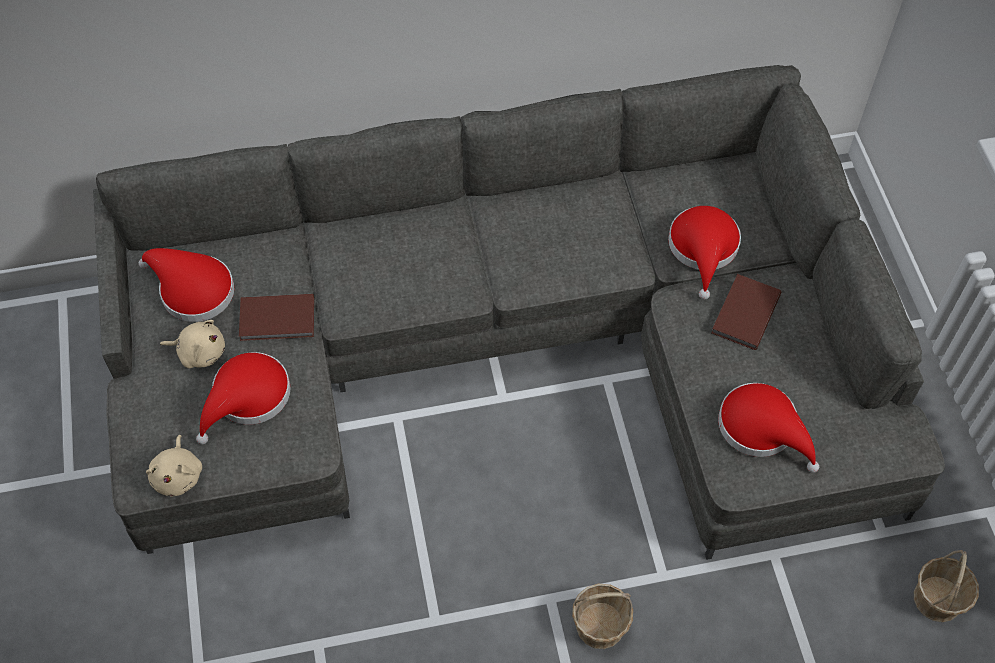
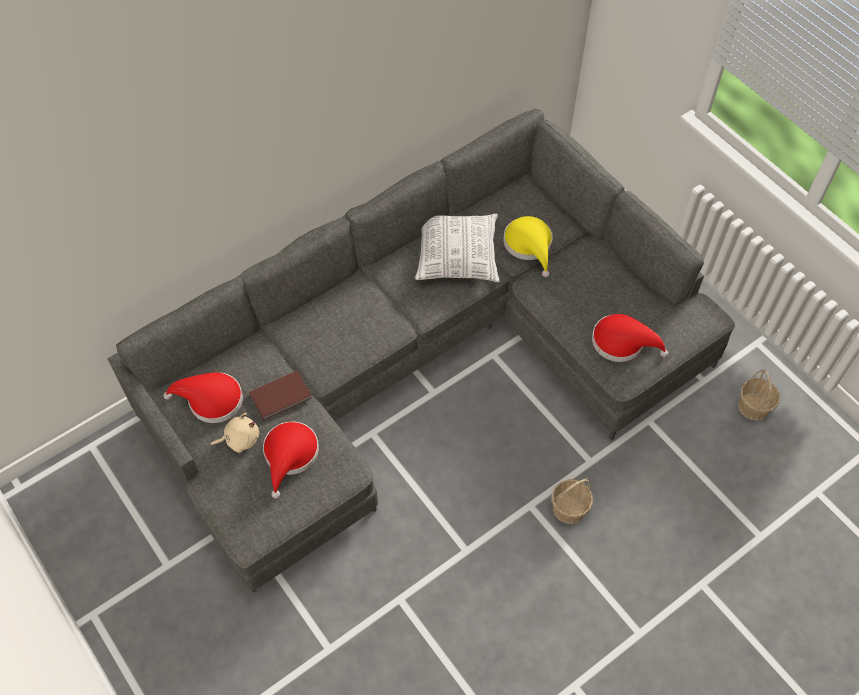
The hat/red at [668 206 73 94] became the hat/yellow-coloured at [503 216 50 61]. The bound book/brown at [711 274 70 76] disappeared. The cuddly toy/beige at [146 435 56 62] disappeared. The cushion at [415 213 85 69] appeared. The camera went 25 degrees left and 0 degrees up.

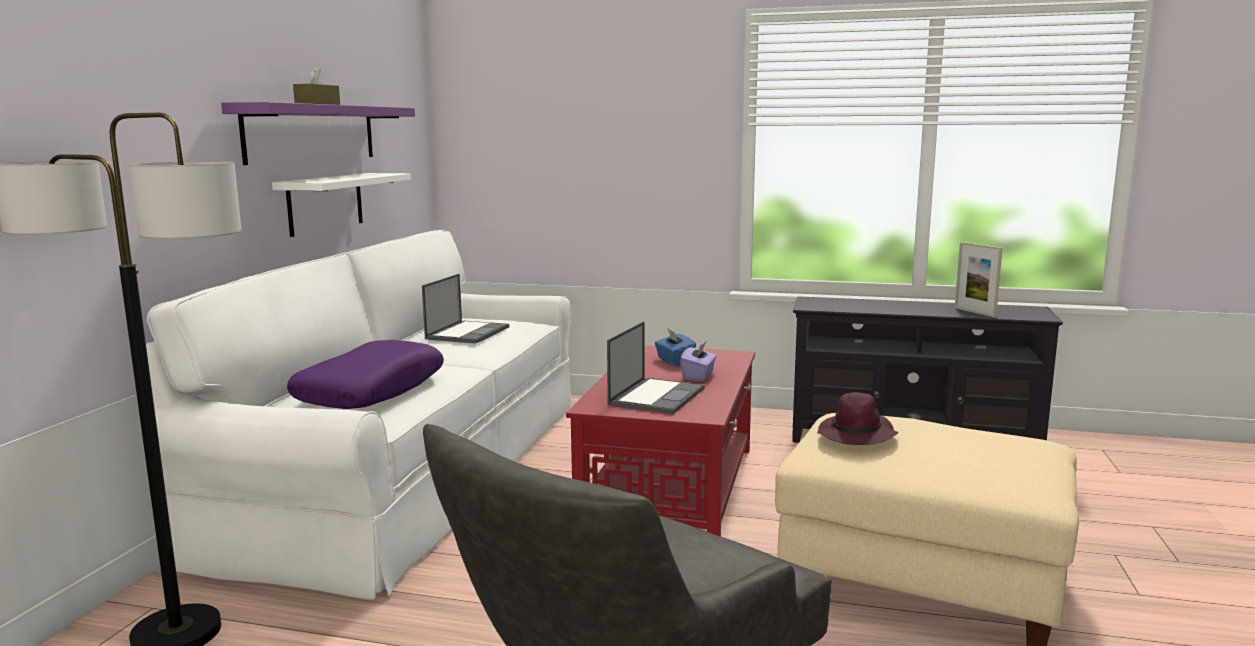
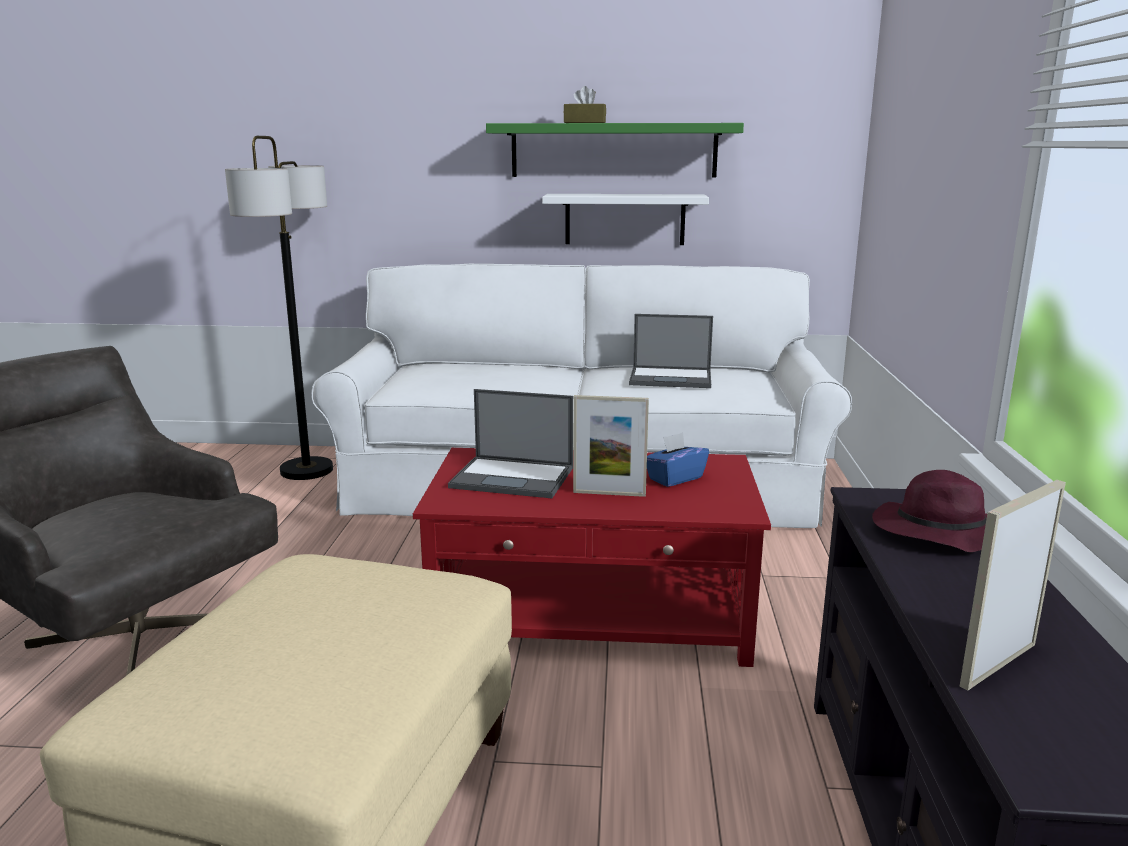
The bracket shelf/purplish at [221 102 194 63] became the bracket shelf/green-coloured at [486 123 258 54]. The cushion/purplish at [287 340 157 69] disappeared. The tissue holder/purplish at [680 342 37 39] was replaced by the photo frame at [573 395 76 102]. The hat/purplish moved from [817 392 81 53] to [872 470 115 82]. The camera went 80 degrees right and 5 degrees up.

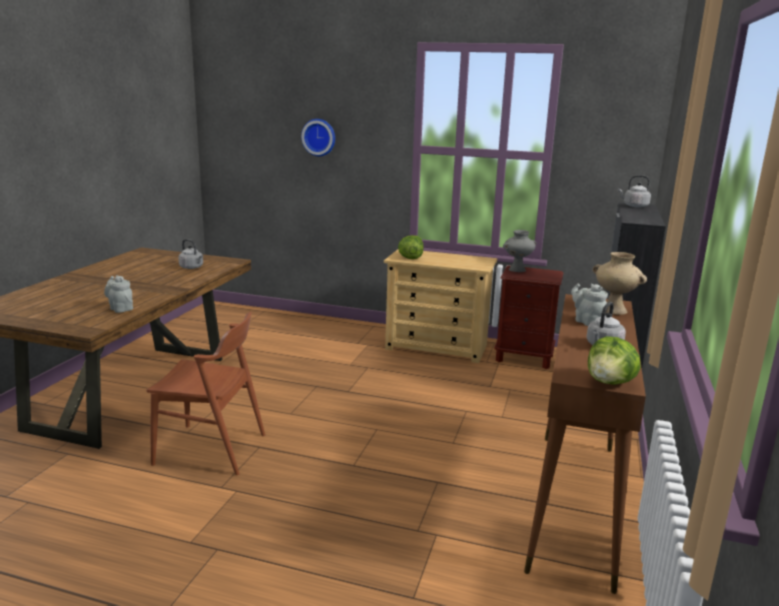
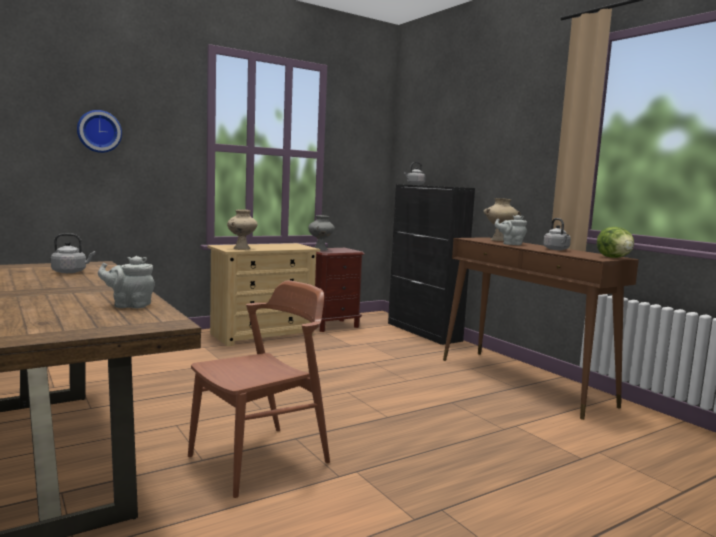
The lettuce at [398 235 26 24] was replaced by the decorative vase/beige at [227 209 31 41]. The camera went 50 degrees left and 10 degrees down.

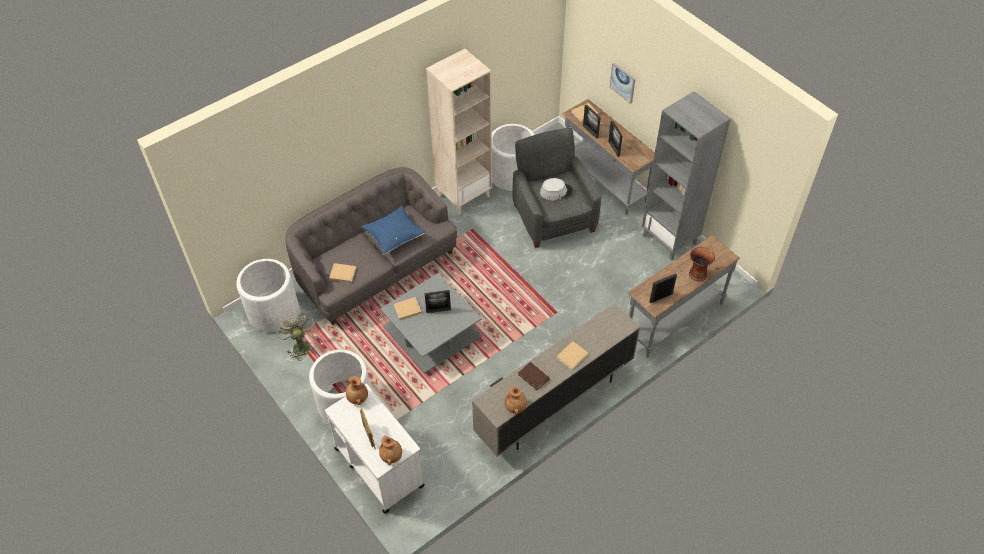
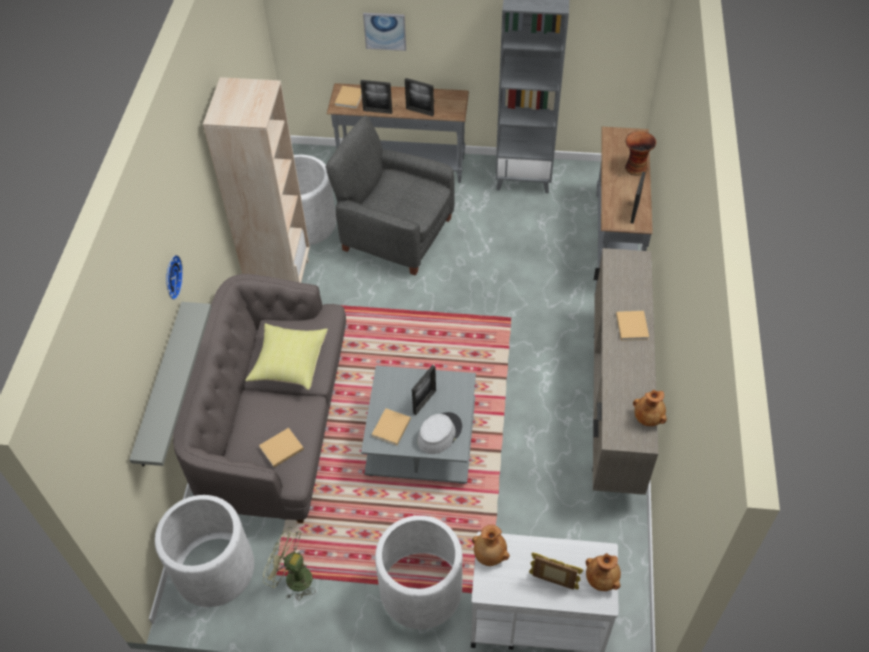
The hat/grey moved from [540 178 34 22] to [418 412 44 42]. The cushion/blue at [360 206 67 49] became the cushion/yellow-coloured at [245 323 83 67]. The bound book/brown at [518 362 32 28] disappeared. The hanging clock at [166 255 17 45] appeared. The bracket shelf/grey at [129 302 83 165] appeared. The camera went 45 degrees left and 0 degrees up.

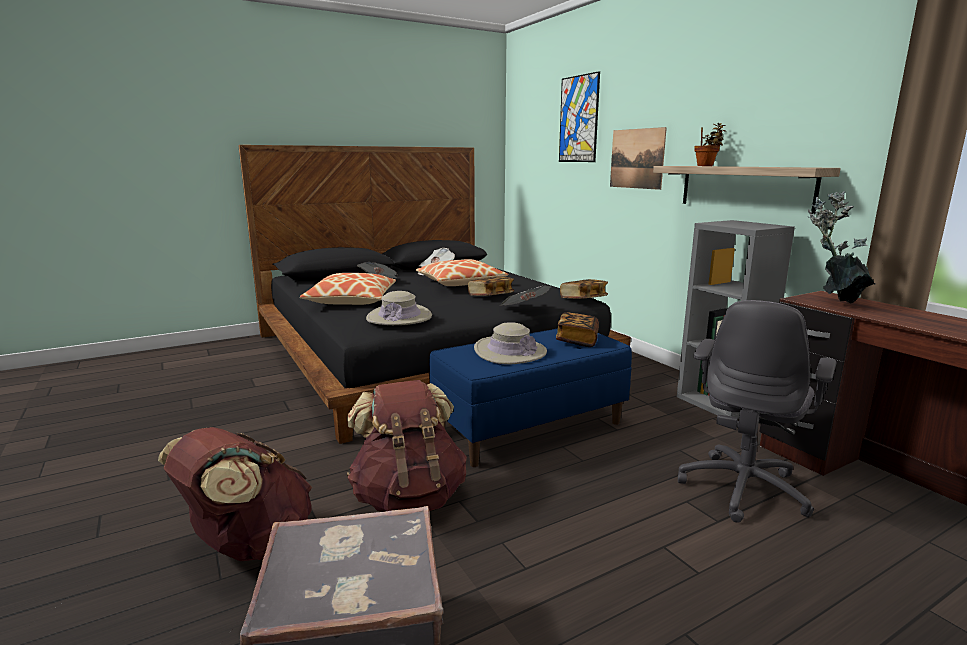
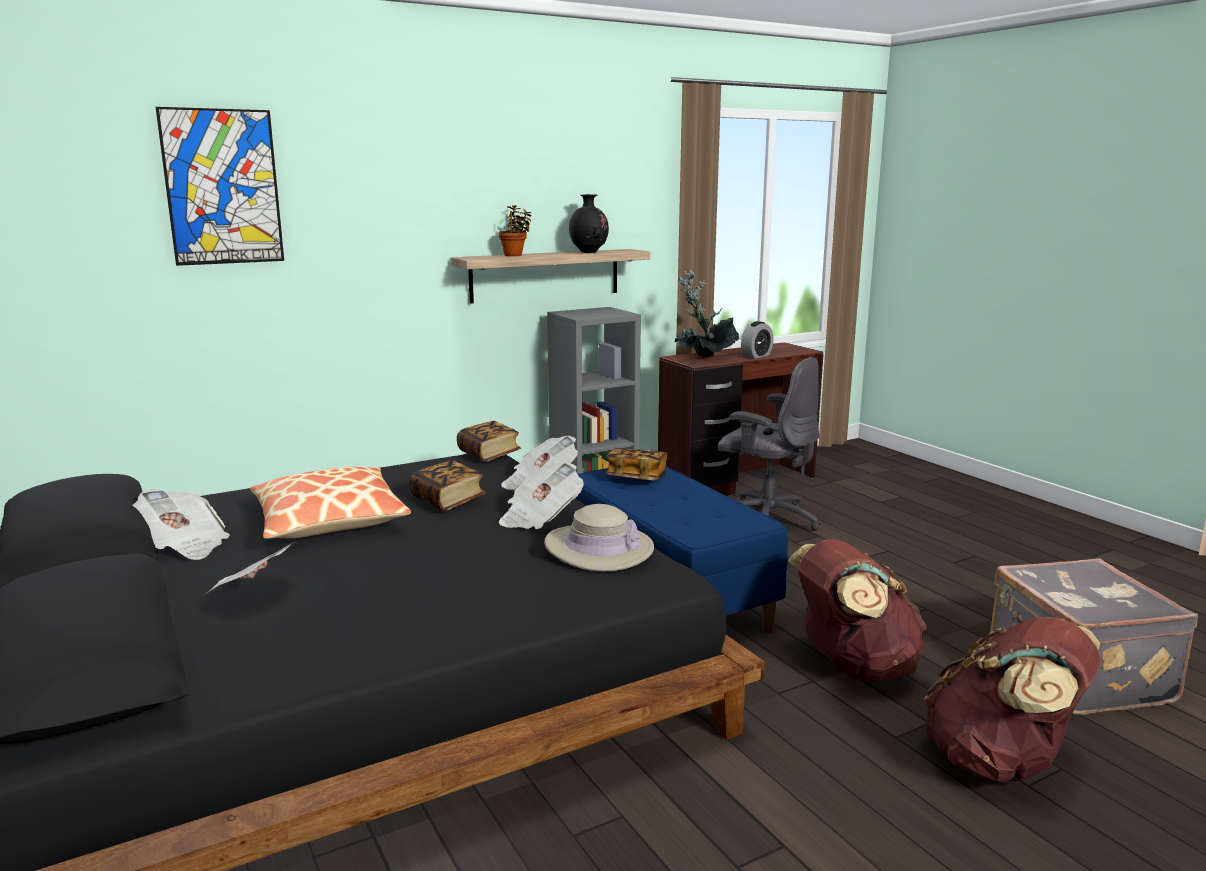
The picture at [610 127 57 63] disappeared. The cushion at [300 273 96 32] disappeared. The hat/beige at [474 322 73 42] disappeared. The decorative vase/blackish at [569 194 40 59] appeared. The table clock at [741 321 33 37] appeared. The newspaper at [499 463 85 66] appeared. The camera went 90 degrees left and 0 degrees up.

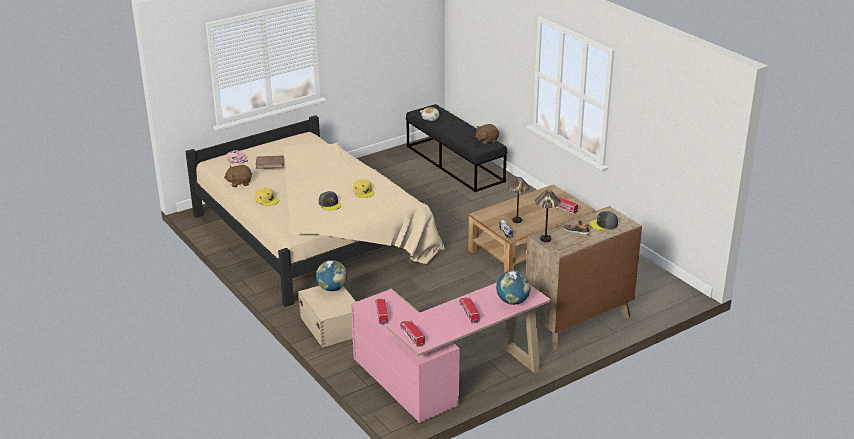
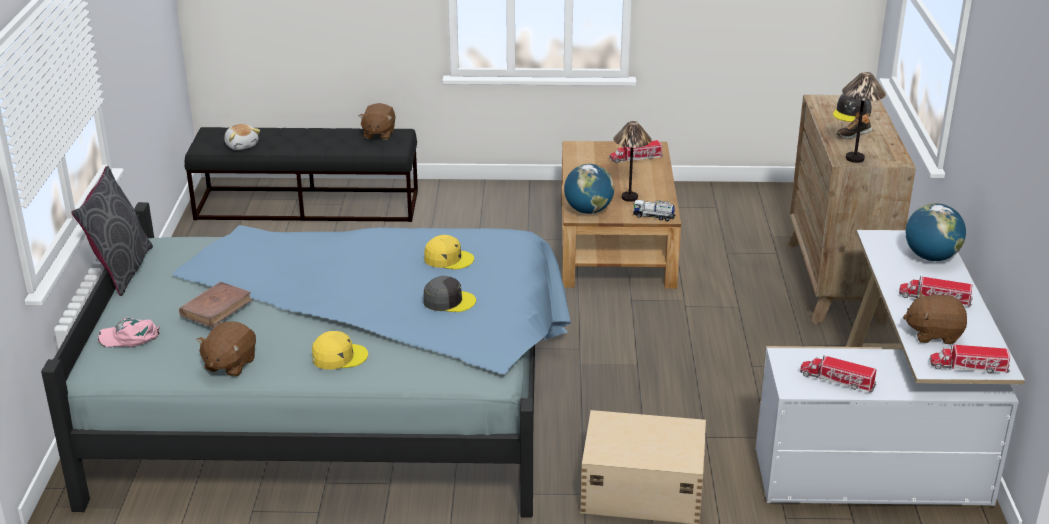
The bed/beige at [186 115 259 192] became the bed/blue at [41 202 530 316]. The world globe moved from [316 260 31 31] to [564 164 50 50]. The desk table/pink at [351 283 200 140] became the desk table/white at [755 230 270 276]. The cushion/grey at [72 166 81 130] appeared. The cuddly toy/brown at [903 292 64 52] appeared. The camera went 55 degrees left and 0 degrees up.

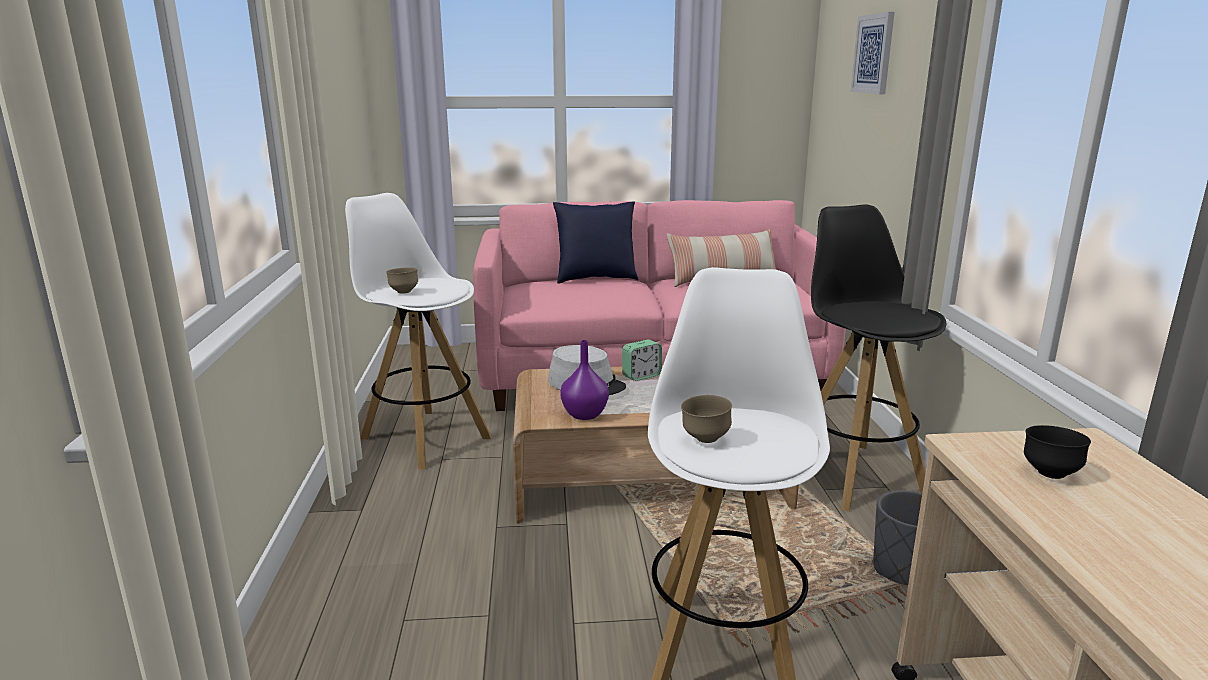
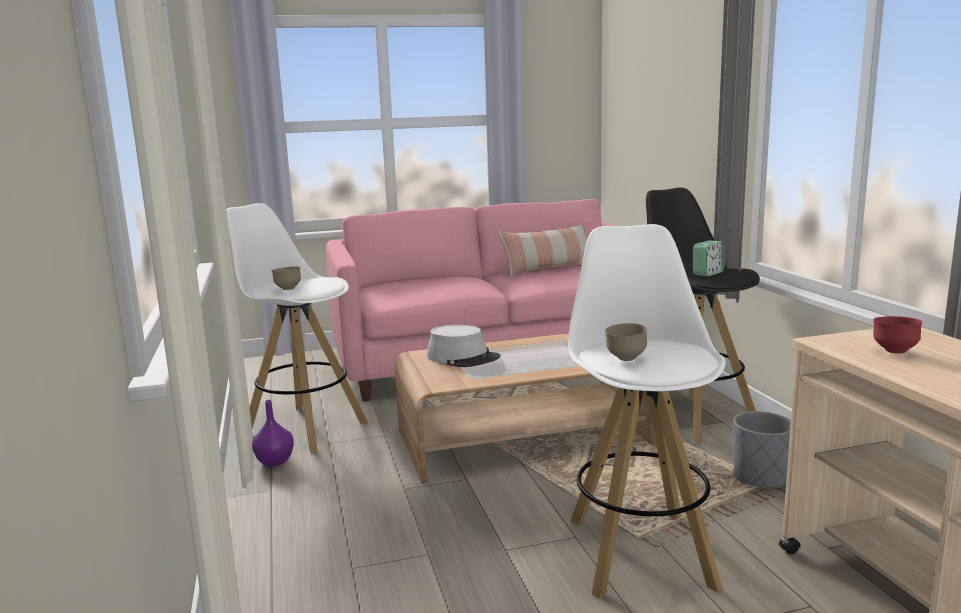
The picture at [850 12 45 82] disappeared. The cushion/blue at [553 202 85 81] disappeared. The table clock moved from [622 339 40 42] to [693 241 32 36]. The decorative vase/purplish moved from [561 340 48 80] to [252 400 42 67]. The serving bowl/blackish at [1024 425 67 54] became the serving bowl/red at [873 316 49 37]. The camera went 10 degrees left and 5 degrees down.

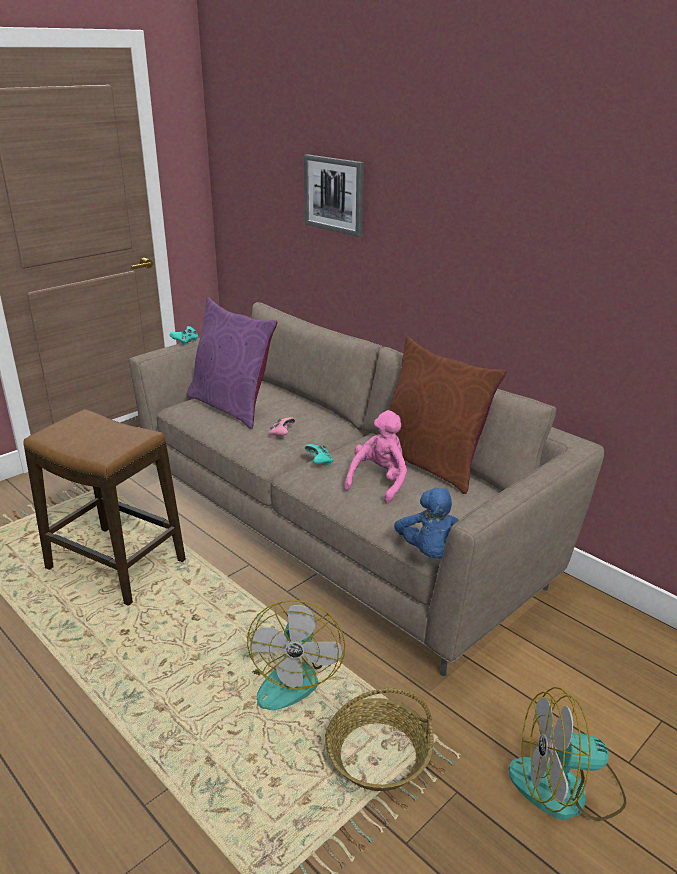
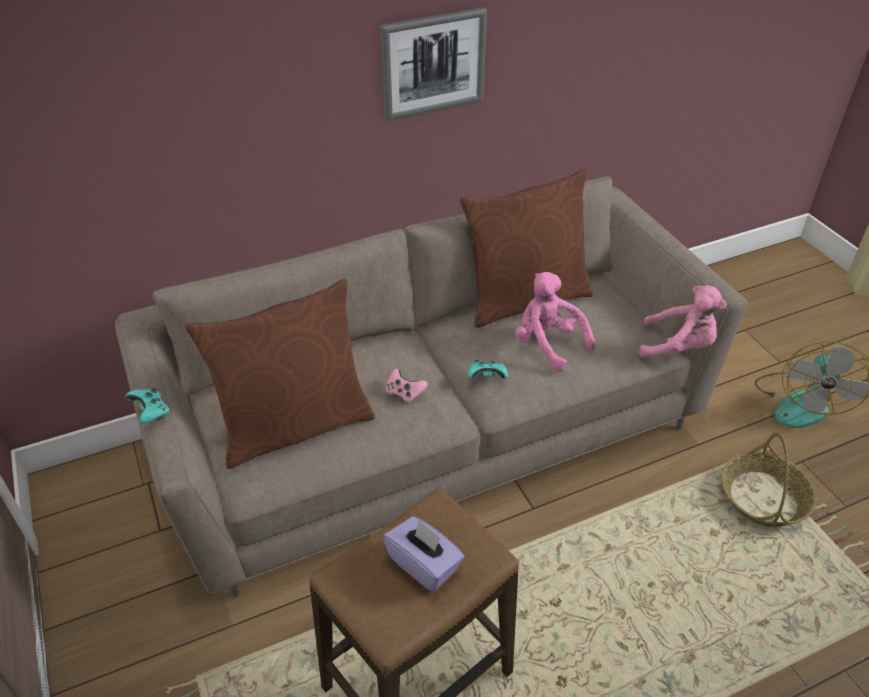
The picture moved from [304 154 60 83] to [380 7 107 114]. The cushion/purplish at [186 297 91 132] became the cushion/brown at [185 279 190 190]. The cuddly toy/blue at [394 488 65 71] became the cuddly toy/pink at [639 285 88 73]. The cooling fan at [247 600 98 110] disappeared. The tissue holder/purplish at [383 516 82 76] appeared. The camera went 70 degrees left and 15 degrees up.

